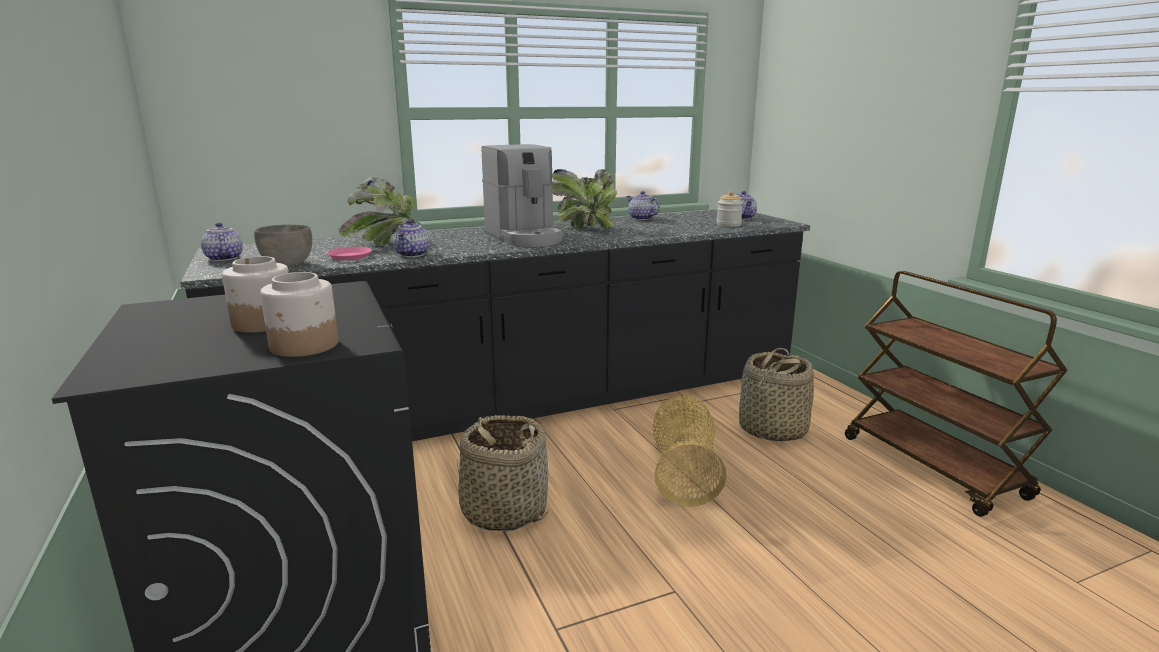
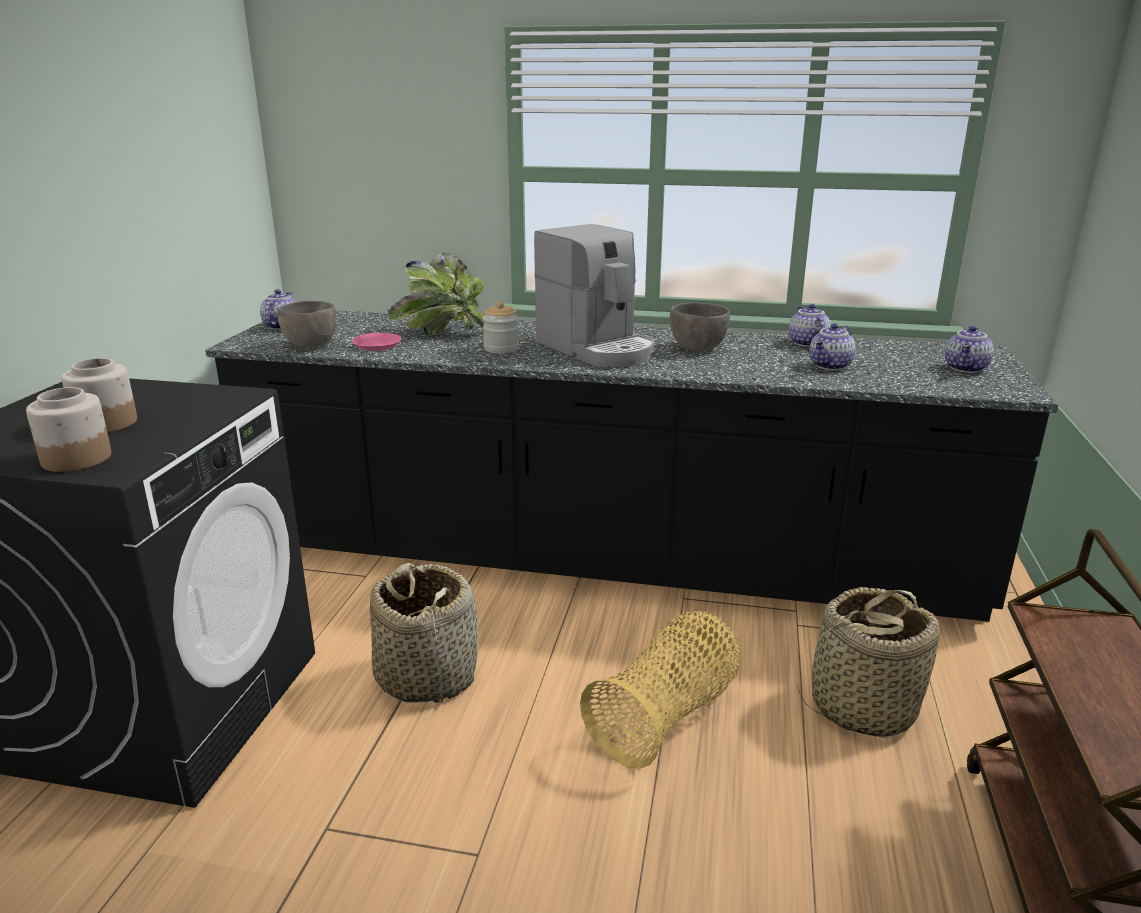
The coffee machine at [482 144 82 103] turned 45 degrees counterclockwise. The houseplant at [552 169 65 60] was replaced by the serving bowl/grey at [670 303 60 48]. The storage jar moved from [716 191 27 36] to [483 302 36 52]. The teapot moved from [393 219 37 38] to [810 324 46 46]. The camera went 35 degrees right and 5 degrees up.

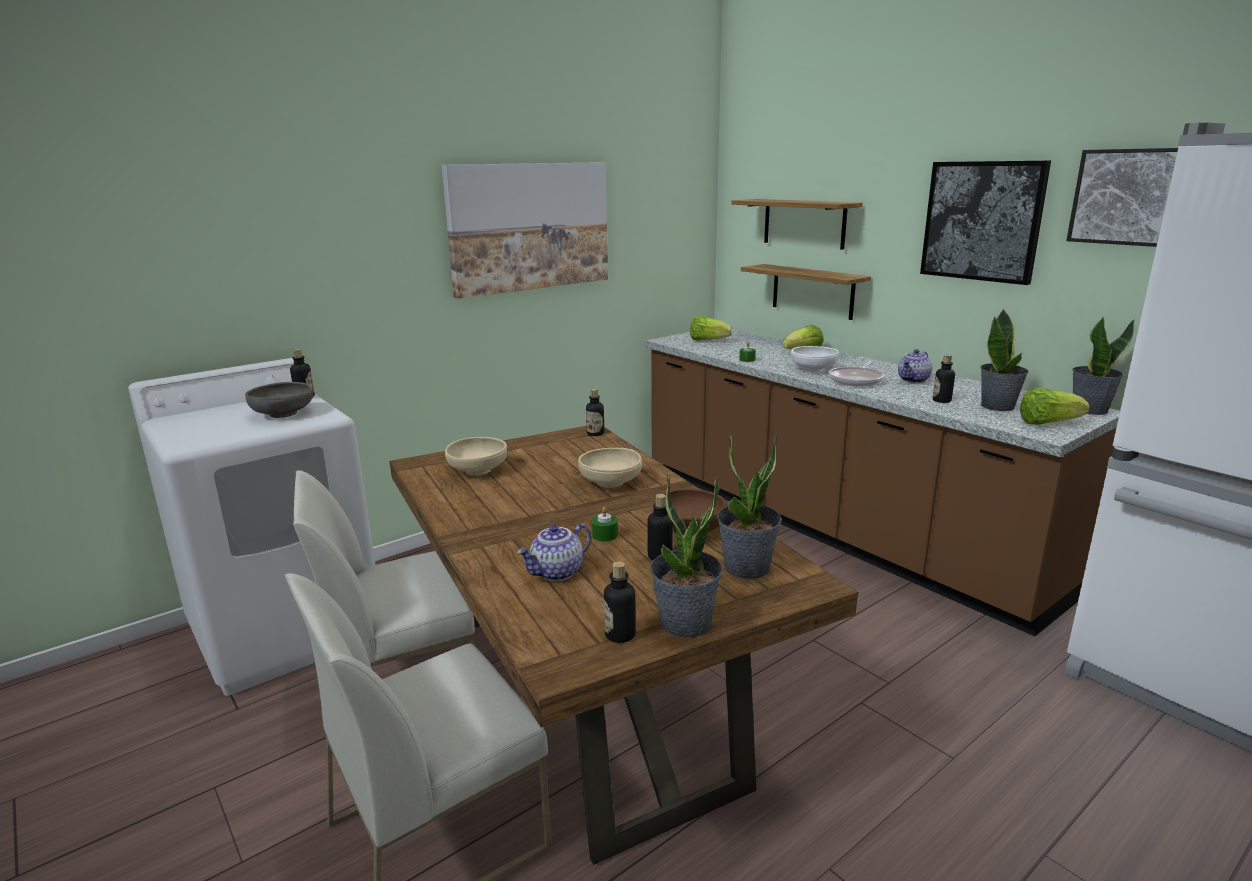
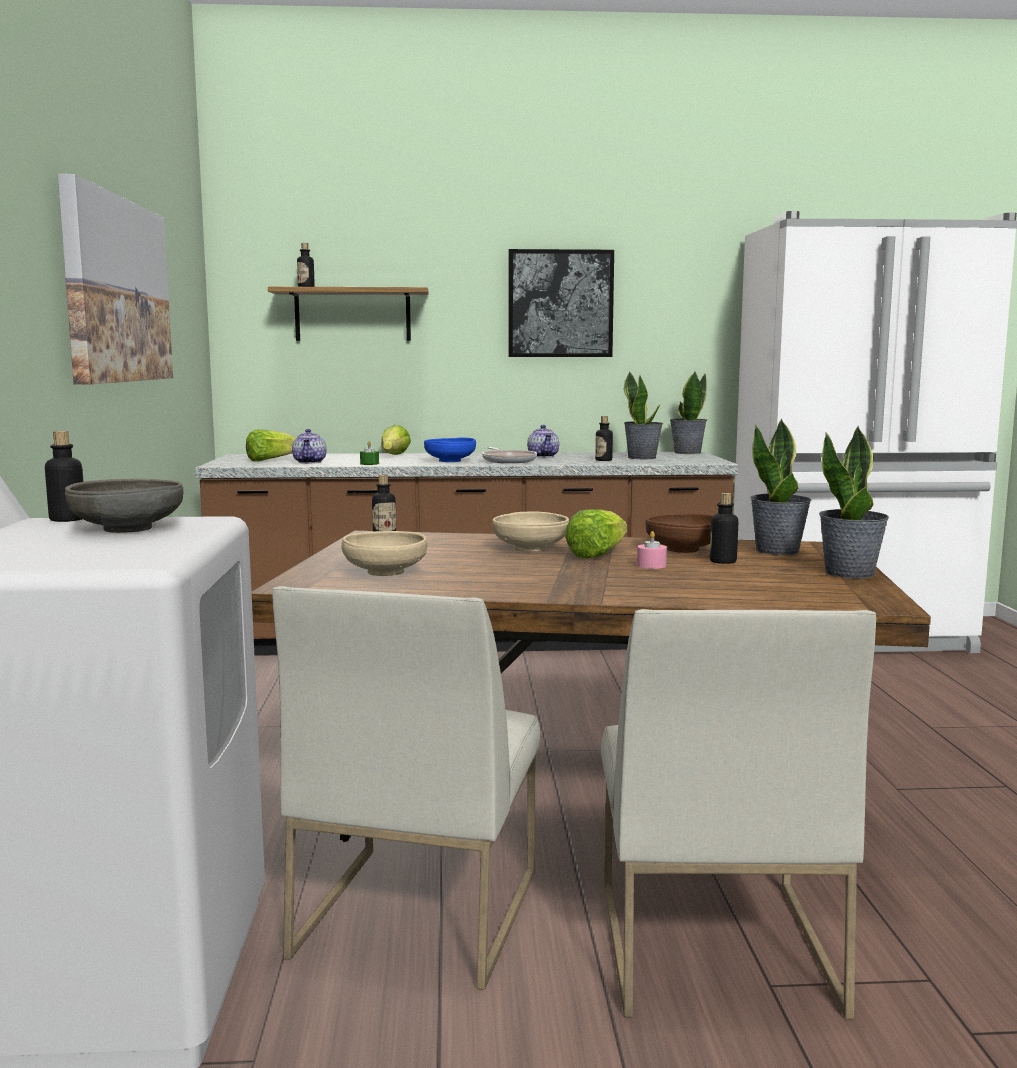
The picture at [1066 148 112 99] disappeared. The bracket shelf at [741 264 130 56] disappeared. The serving bowl/white at [791 346 48 26] became the serving bowl/blue at [424 438 52 24]. The lettuce moved from [1020 388 70 37] to [565 509 62 49]. The wax light/green-coloured at [591 507 27 35] became the wax light/pink at [637 531 30 38]. The teapot moved from [517 524 74 57] to [292 429 35 35]. The bottle moved from [604 561 32 82] to [297 243 18 44]. The camera went 55 degrees left and 10 degrees down.

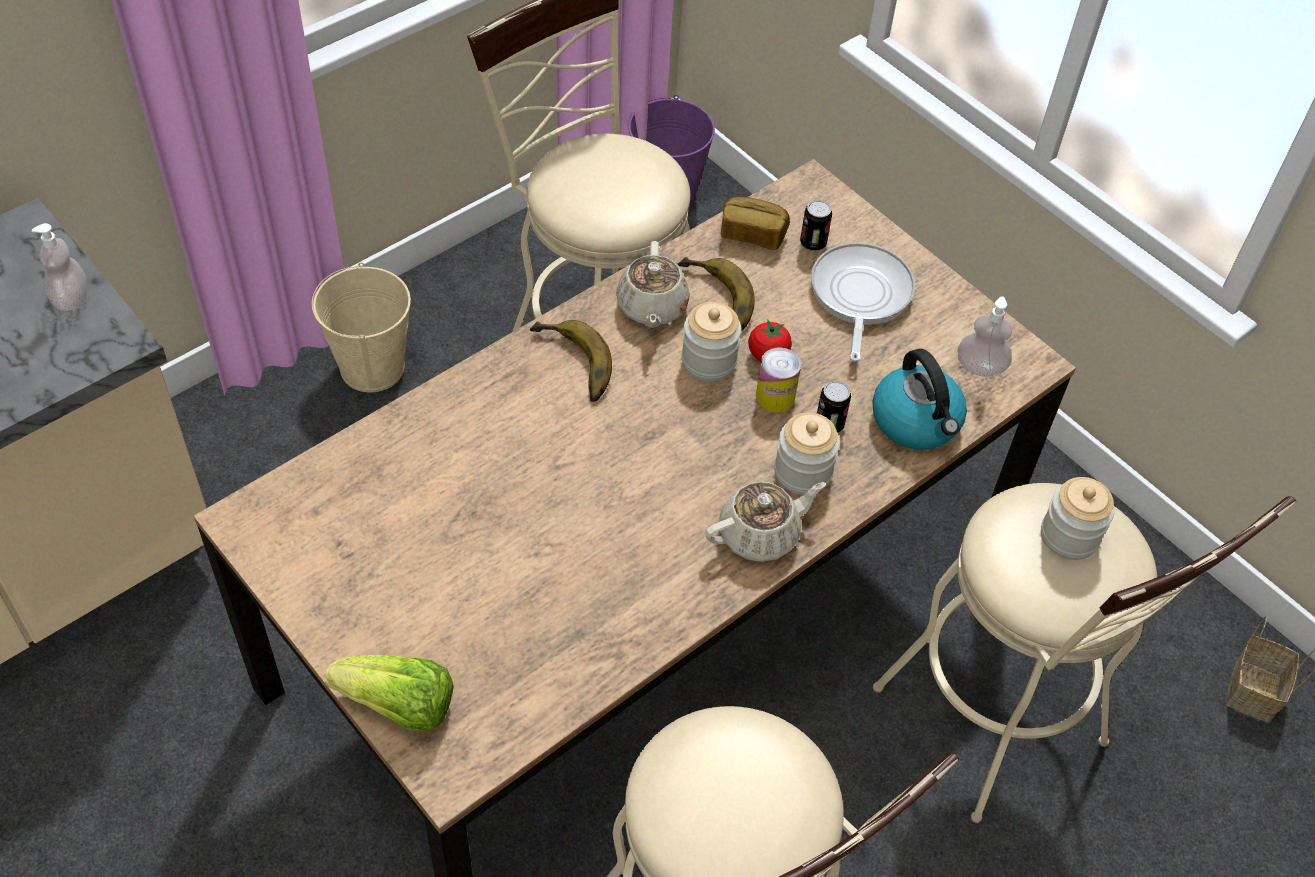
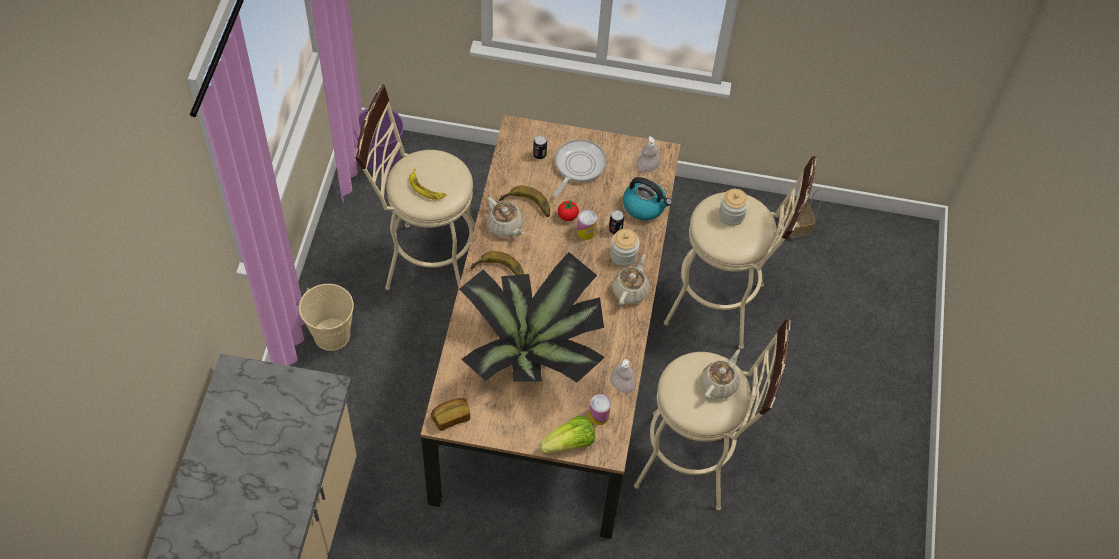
The bakery bread moved from [721 197 69 53] to [431 398 39 33]. The liquid soap bottle moved from [32 223 55 88] to [610 359 26 34]. The skillet at [811 242 104 120] turned 60 degrees clockwise. The storage jar at [681 302 60 79] disappeared. The whole banana at [409 169 37 31] appeared. The houseplant at [459 252 146 131] appeared. The teapot/beige at [700 349 40 50] appeared. The sealed can at [589 394 22 31] appeared. The camera went 40 degrees left and 5 degrees up.

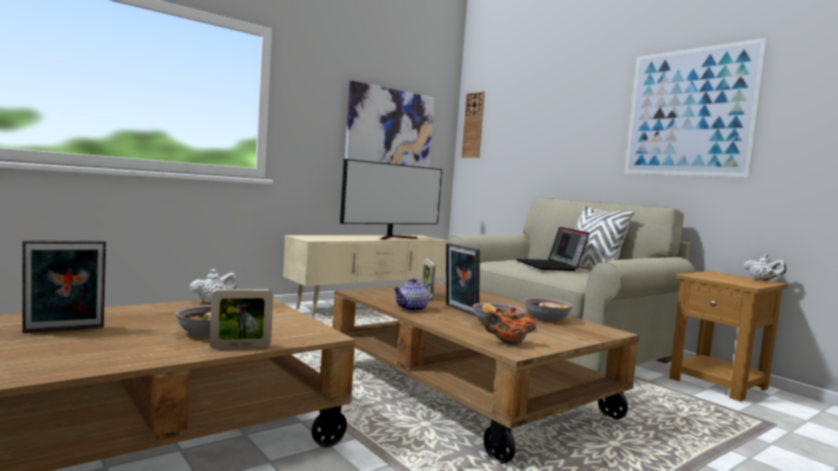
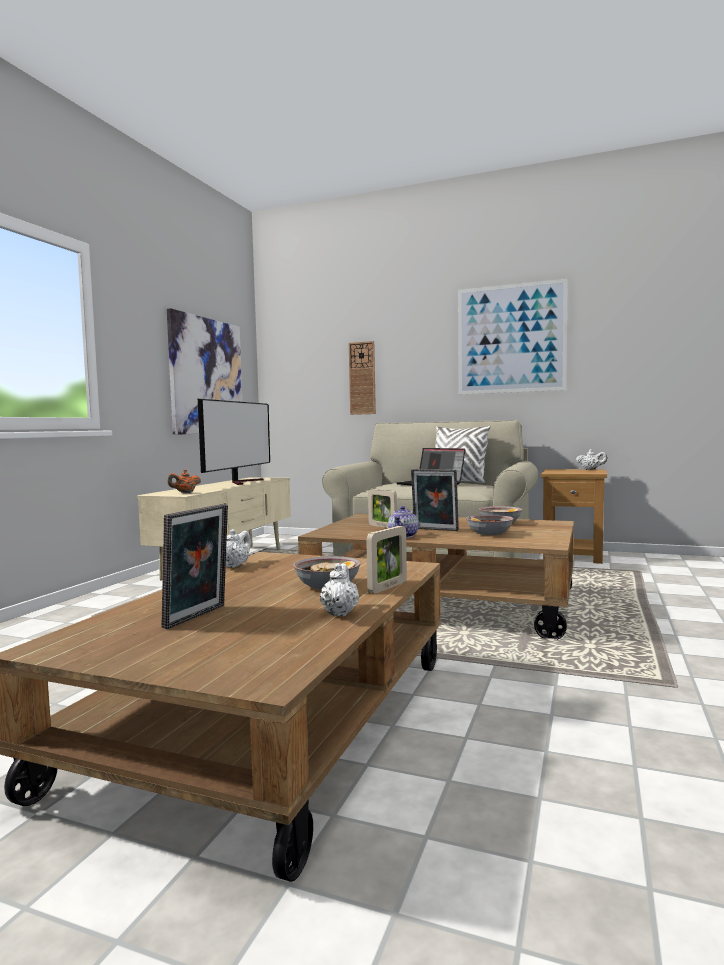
The hanging clock moved from [461 91 24 67] to [349 341 27 74]. The teapot/orangey moved from [484 306 52 39] to [168 469 33 24]. The teapot/white at [320 563 39 53] appeared. The camera went 30 degrees left and 0 degrees up.

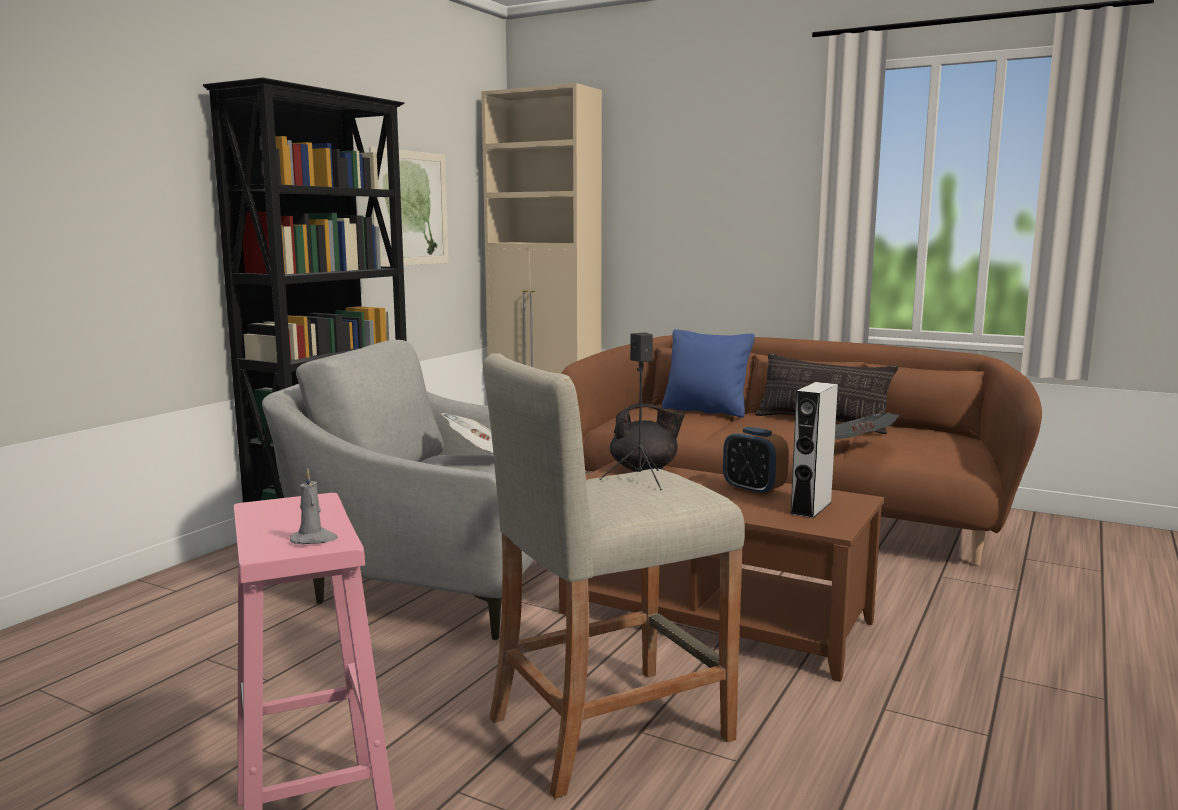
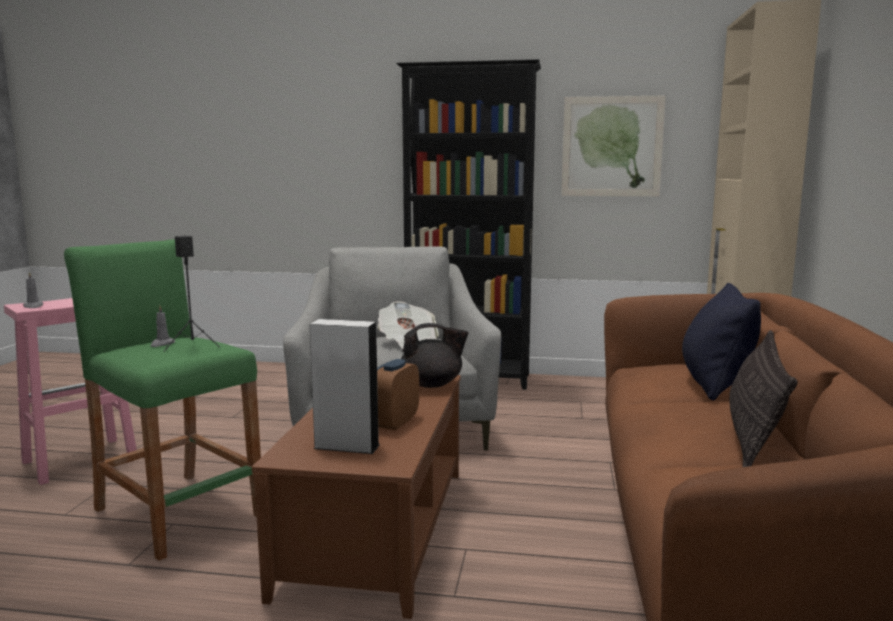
The cushion/blue at [662 329 93 89] became the cushion/blackish at [682 283 79 117]. The sitting stool/beige at [483 353 262 446] became the sitting stool/green-coloured at [64 239 197 322]. The teapot/blackish at [610 403 75 69] turned 75 degrees counterclockwise. The newspaper at [835 413 64 26] disappeared. The wax light/grey at [150 305 25 42] appeared. The camera went 70 degrees right and 0 degrees up.

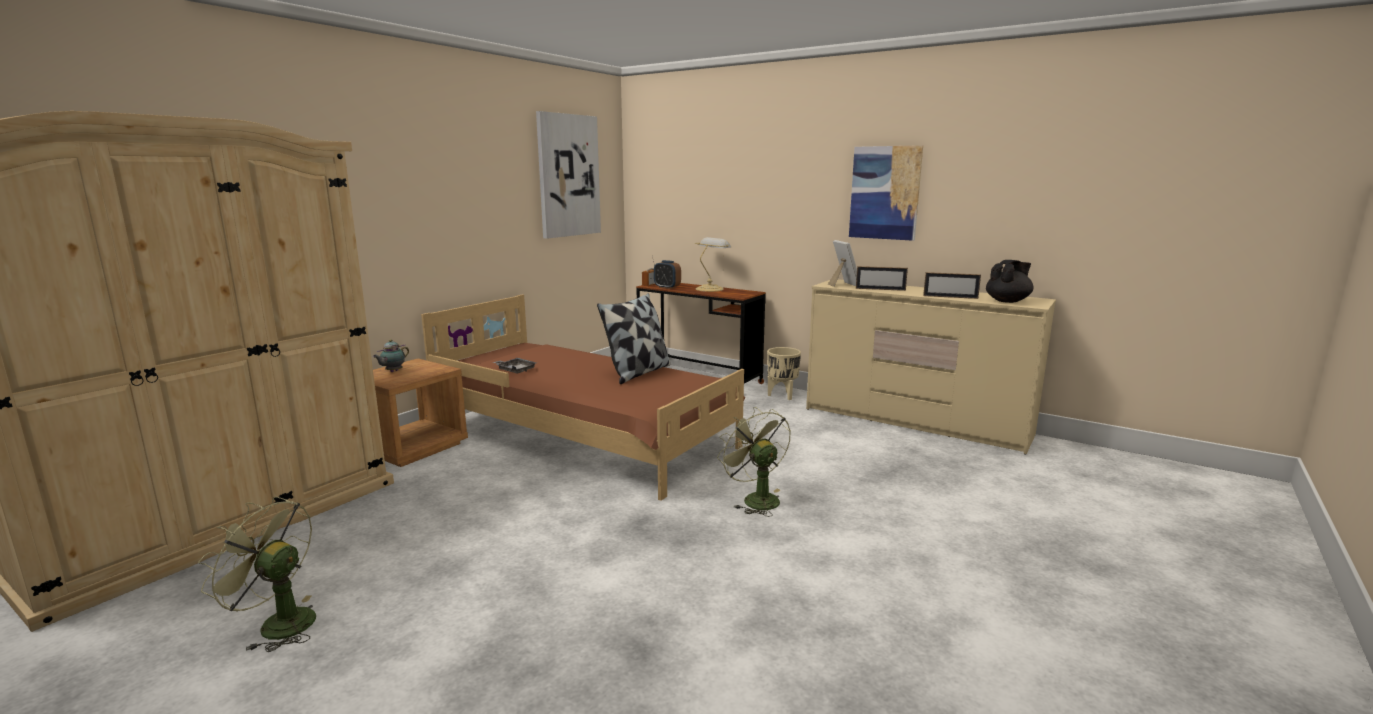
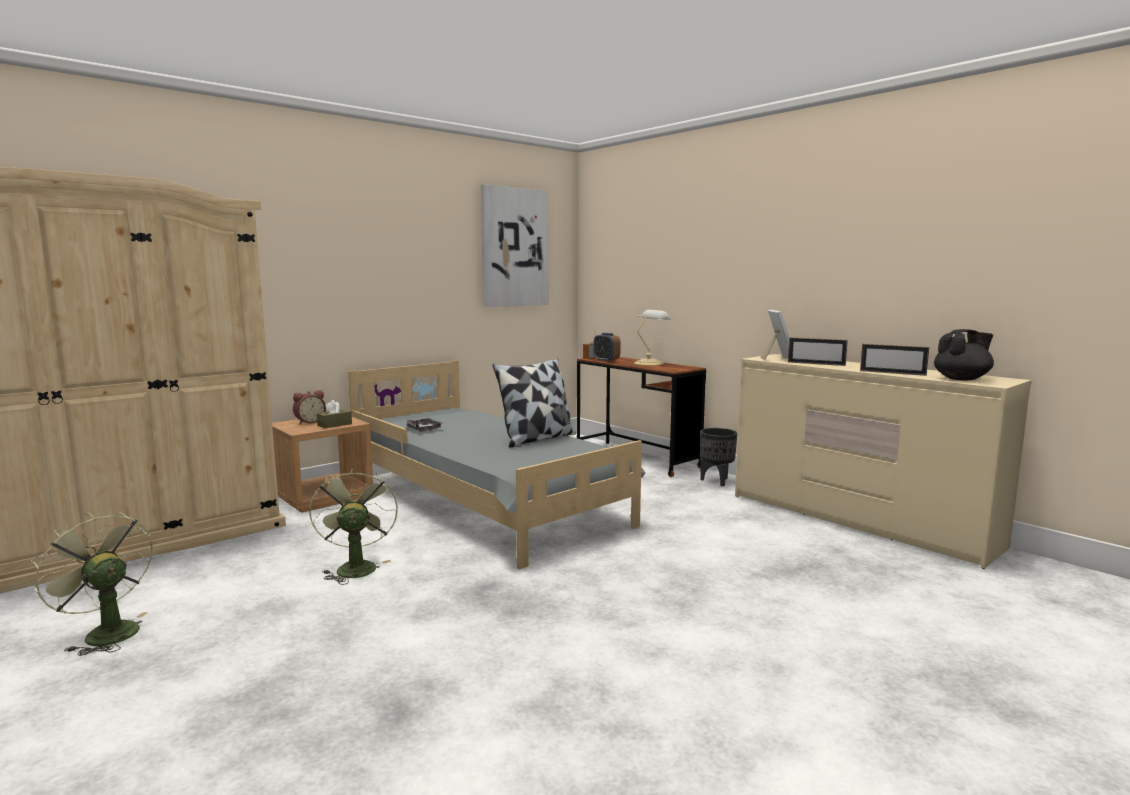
The picture at [849 145 74 96] disappeared. The bed/brown at [421 294 324 207] became the bed/grey at [348 360 297 210]. The teapot at [373 339 36 33] was replaced by the table clock at [293 390 33 34]. The planter/beige at [767 347 34 53] became the planter/blackish at [700 428 38 58]. The cooling fan/green-coloured moved from [717 407 74 110] to [309 467 89 118]. The tissue holder/brown at [317 400 35 28] appeared. The camera went 15 degrees right and 5 degrees down.

